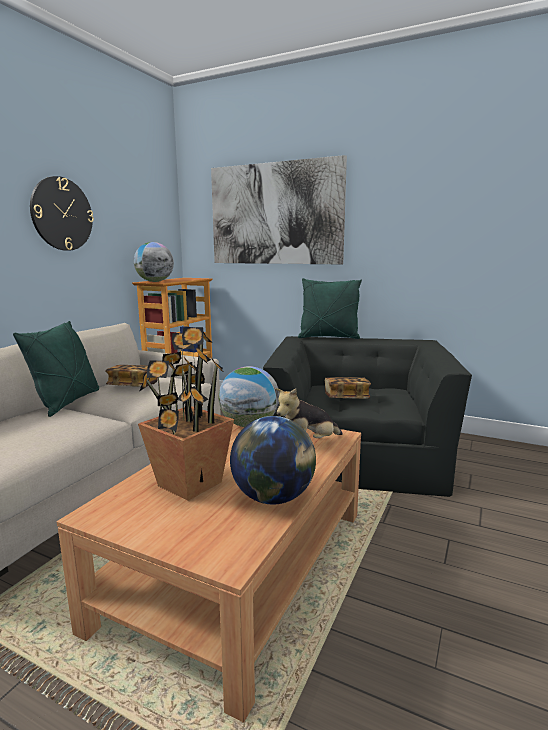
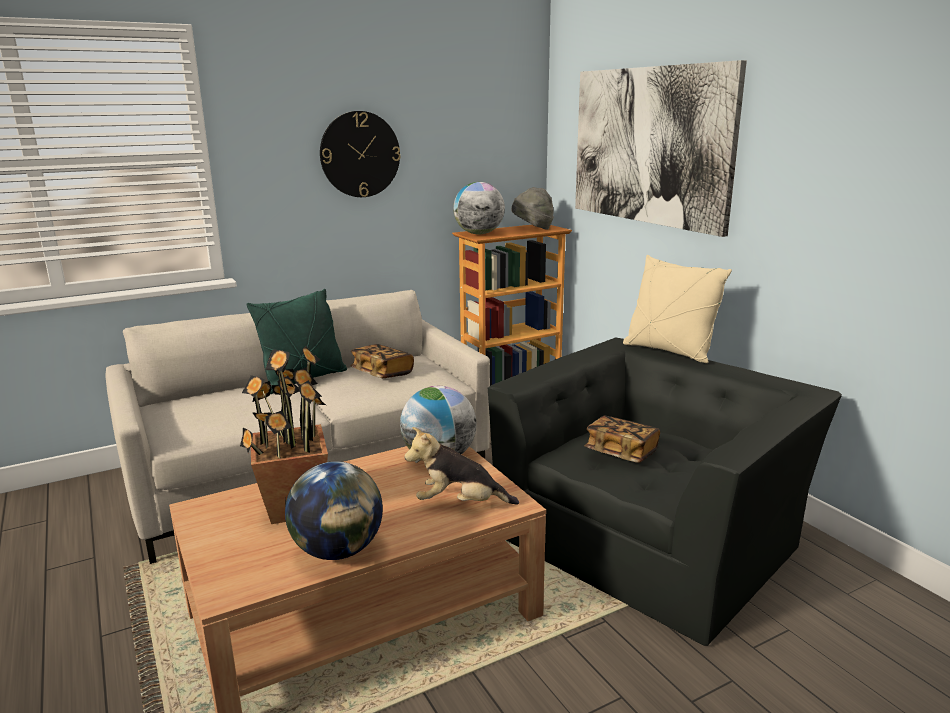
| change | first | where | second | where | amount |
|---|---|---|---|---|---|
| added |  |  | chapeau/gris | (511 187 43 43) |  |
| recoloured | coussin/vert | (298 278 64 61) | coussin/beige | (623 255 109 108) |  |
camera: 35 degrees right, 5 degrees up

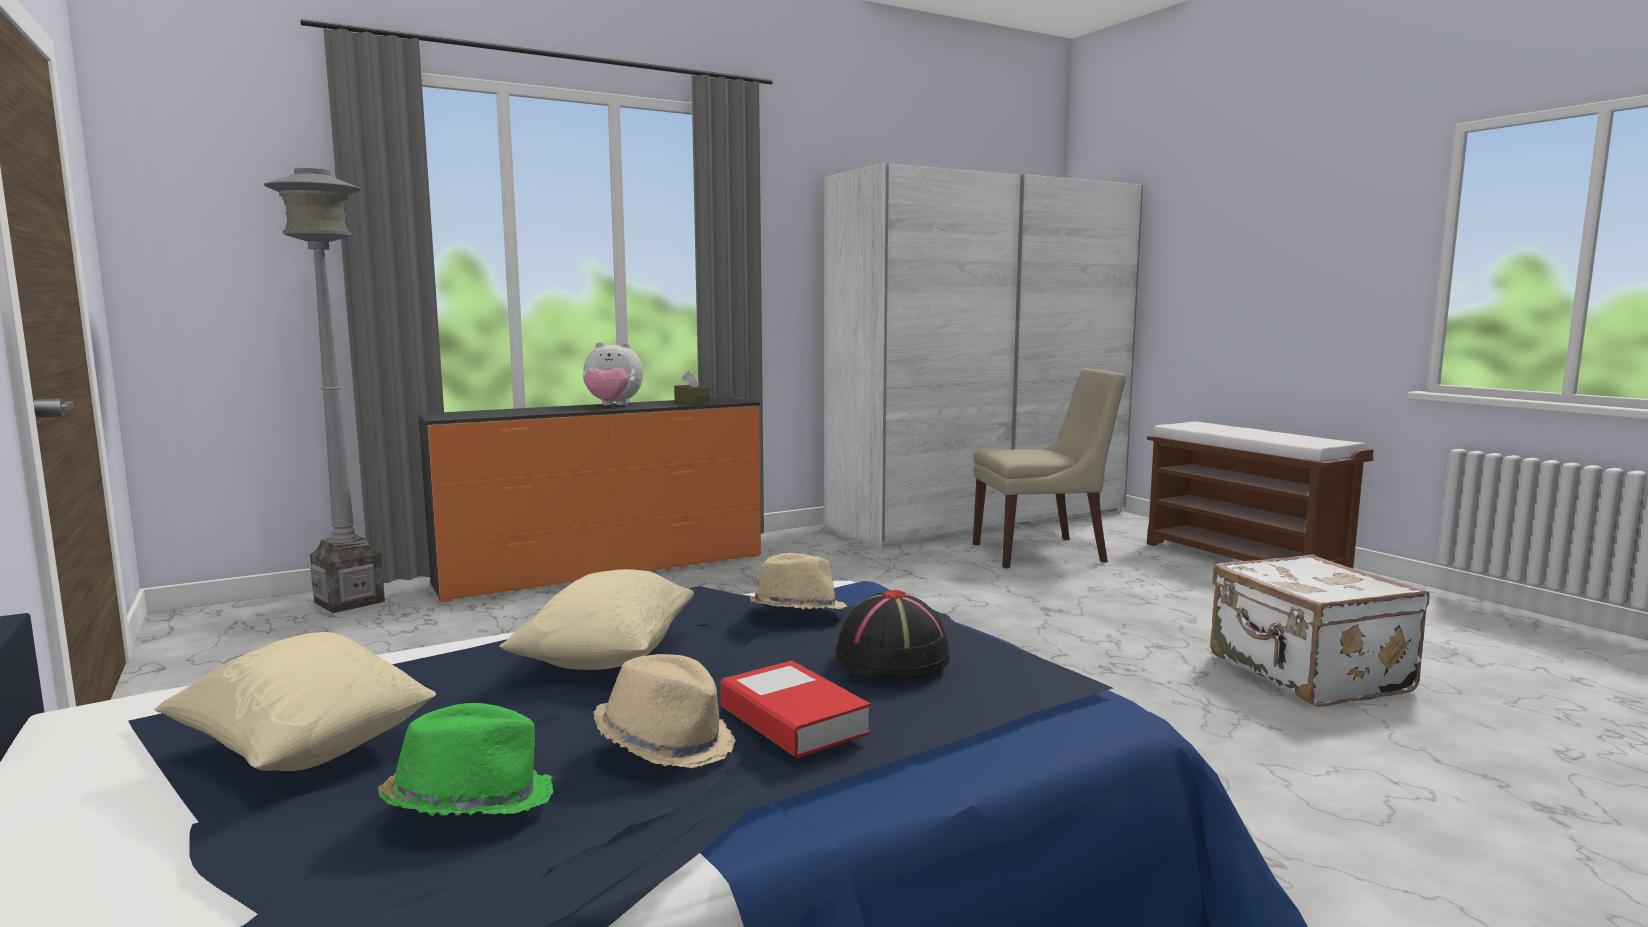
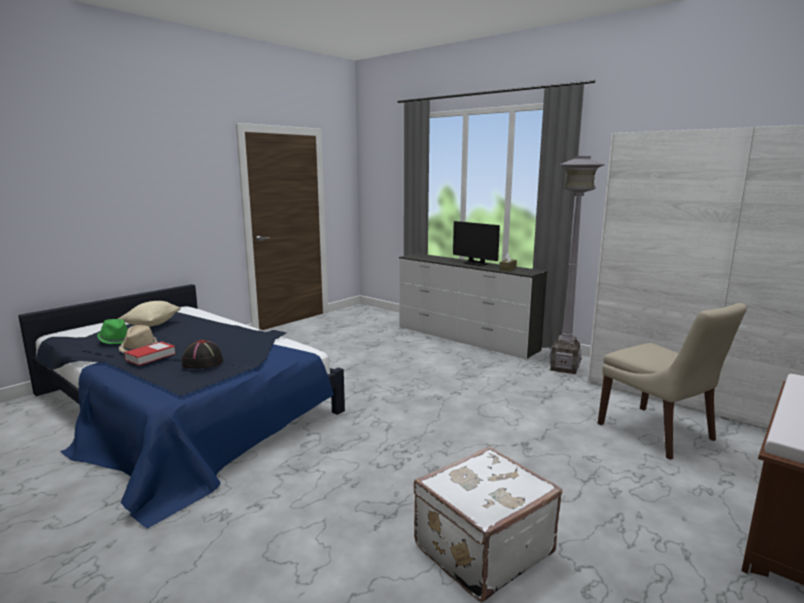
| change | first | where | second | where | amount |
|---|---|---|---|---|---|
| recoloured | commode/orange | (417 397 344 206) | commode/blanc | (399 253 149 107) |  |
| replaced | peluche | (583 342 60 64) | écran d'ordinateur | (453 221 47 45) |  |
| moved | lampadaire/gris | (264 168 121 445) |  | (549 156 56 218) |  |
| removed | coussin/beige | (499 569 195 101) |  |  |  |
| removed | chapeau/beige | (750 553 97 57) |  |  |  |
camera: 70 degrees right, 5 degrees up

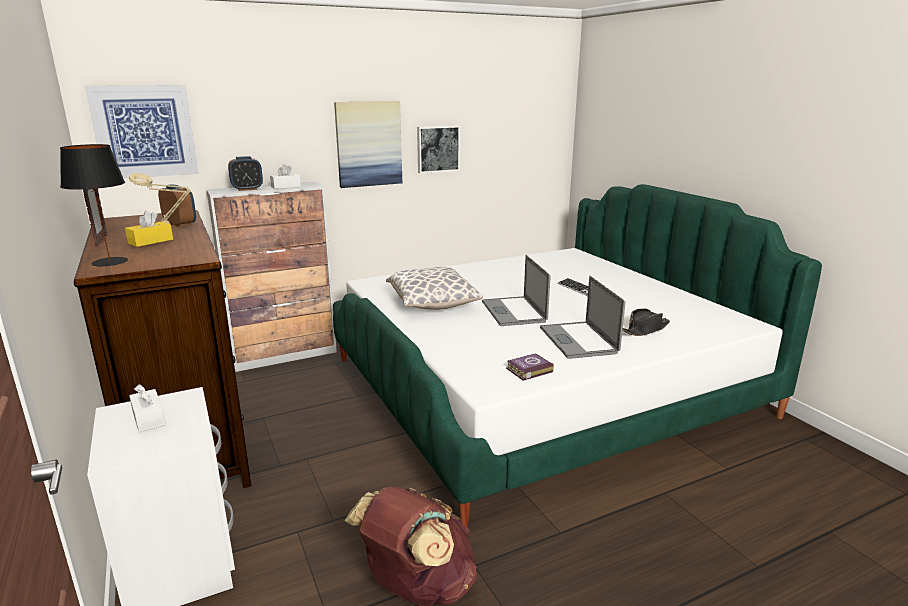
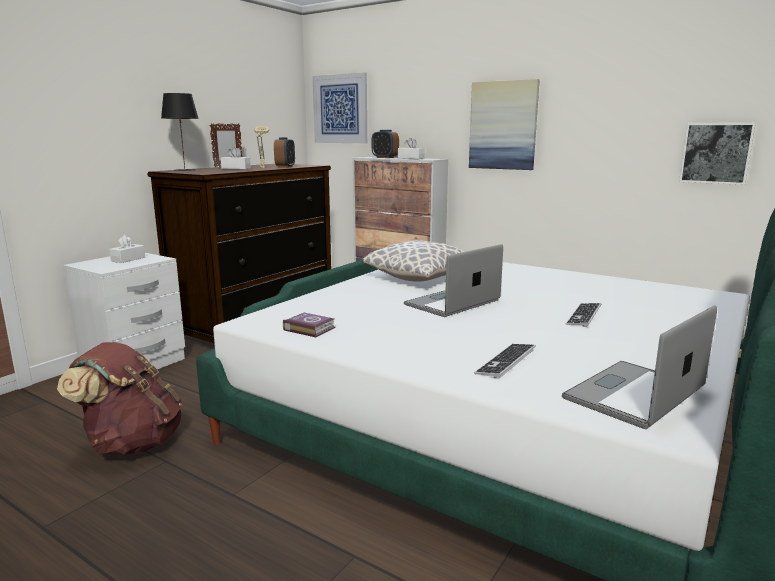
| change | first | where | second | where | amount |
|---|---|---|---|---|---|
| recoloured | boîte à mouchoirs/jaune | (125 211 48 36) | boîte à mouchoirs/blanc | (221 146 30 23) |  |
| replaced | chapeau/noir | (623 308 47 28) | clavier | (474 344 62 35) |  |
| moved | ordinateur portable | (540 276 85 83) |  | (562 305 155 124) |  |
| moved | tableau | (417 125 43 48) |  | (679 123 77 62) |  |
camera: 60 degrees right, 5 degrees down

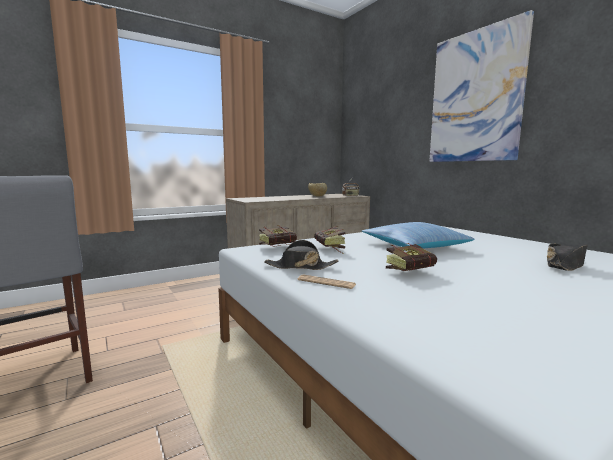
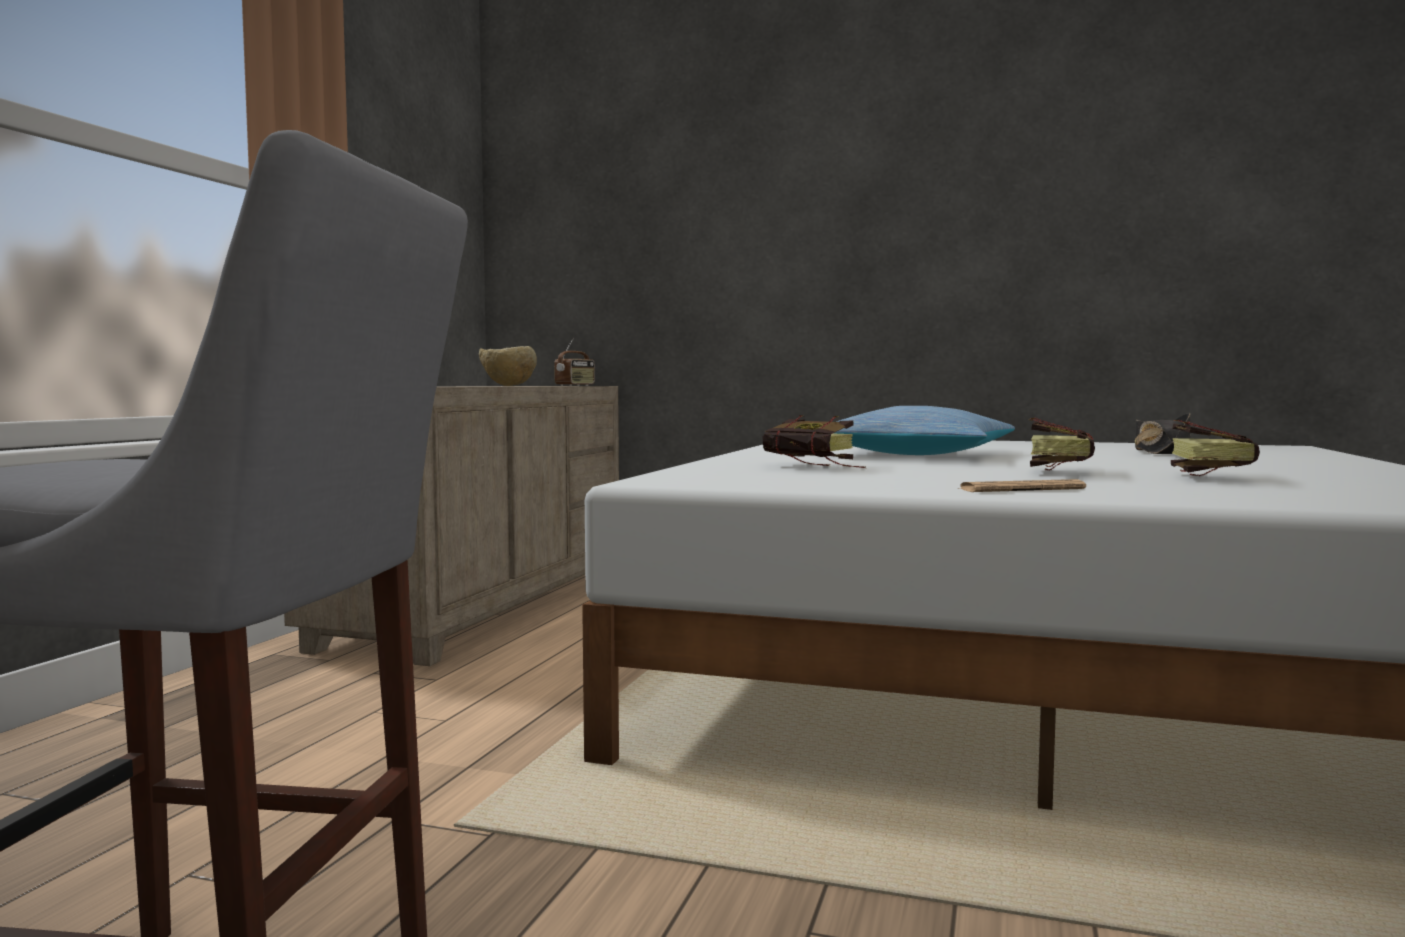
| change | first | where | second | where | amount |
|---|---|---|---|---|---|
| moved | livre | (259 225 38 21) |  | (1171 420 89 56) |  |
| removed | chapeau/noir | (264 240 74 30) |  |  |  |
| removed | tableau | (429 10 105 152) |  |  |  |
camera: 40 degrees left, 5 degrees down

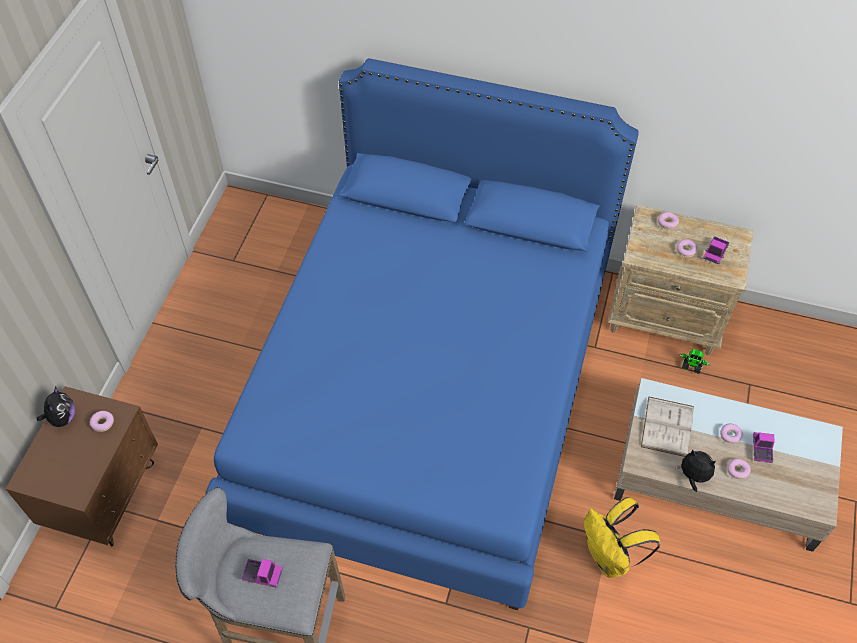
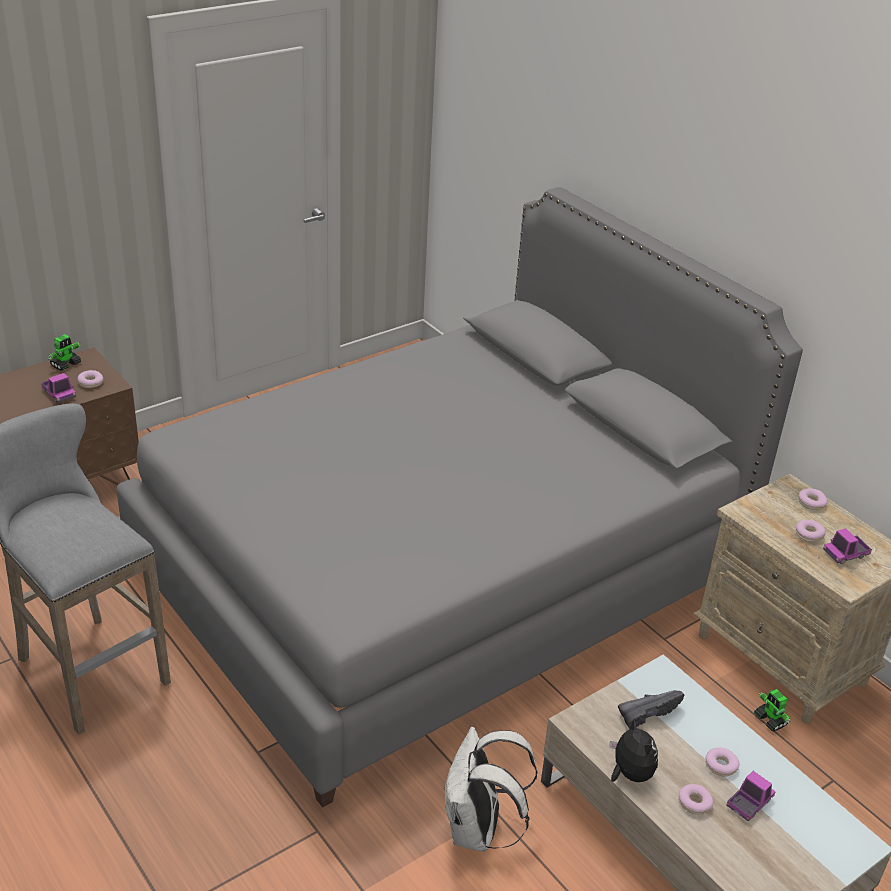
| change | first | where | second | where | amount |
|---|---|---|---|---|---|
| moved | camion jouet | (242 559 41 29) |  | (41 373 35 30) |  |
| replaced | peluche | (37 386 38 41) | robot jouet | (48 334 33 37) |  |
| recoloured | lit/bleu | (205 58 434 552) | lit/gris | (117 187 686 621) |  |
| recoloured | sac à dos/jaune | (584 497 76 81) | sac à dos/blanc | (444 727 94 124) |  |
| replaced | livre/blanc | (641 396 53 61) | chaussure/noir | (618 690 67 39) |  |
camera: 35 degrees right, 20 degrees down

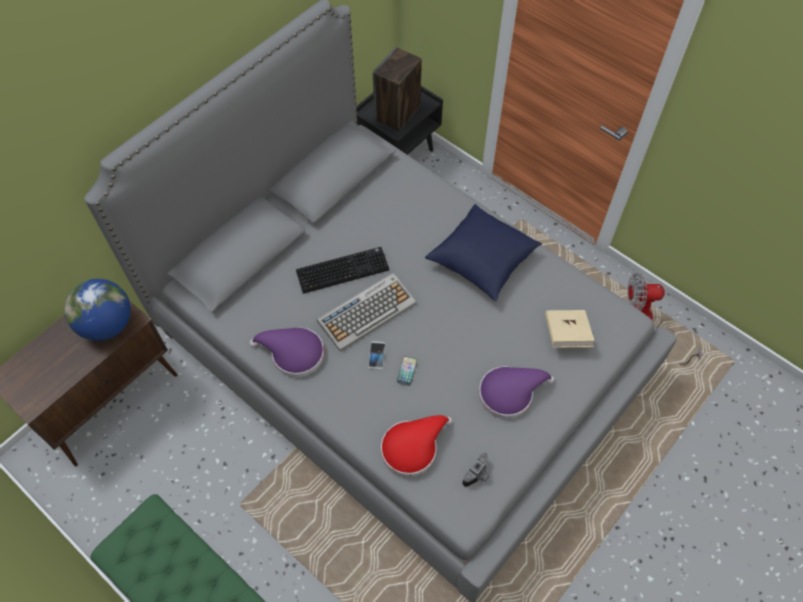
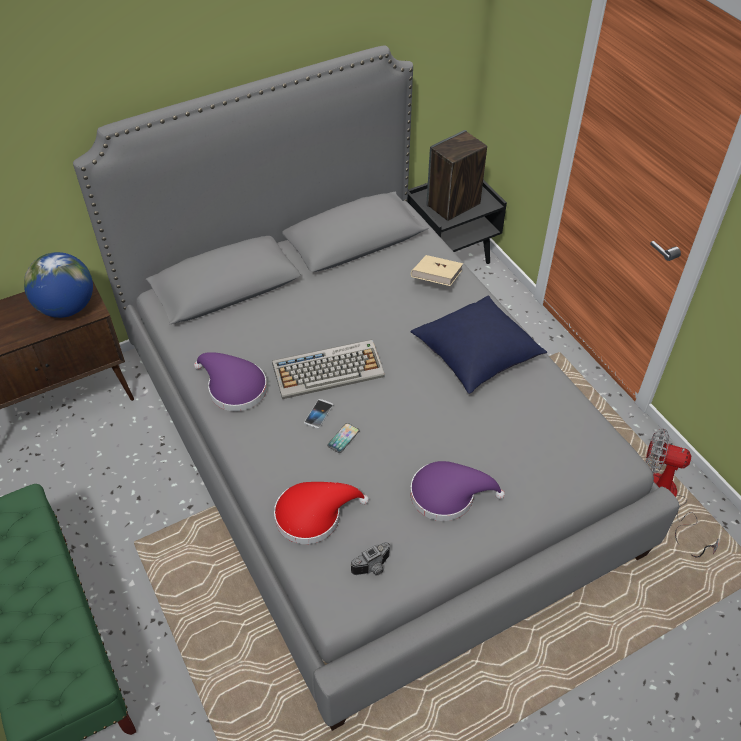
| change | first | where | second | where | amount |
|---|---|---|---|---|---|
| moved | livre/beige | (545 310 50 38) |  | (411 255 52 31) |  |
| removed | clavier | (296 247 93 47) |  |  |  |
camera: 20 degrees right, 10 degrees down

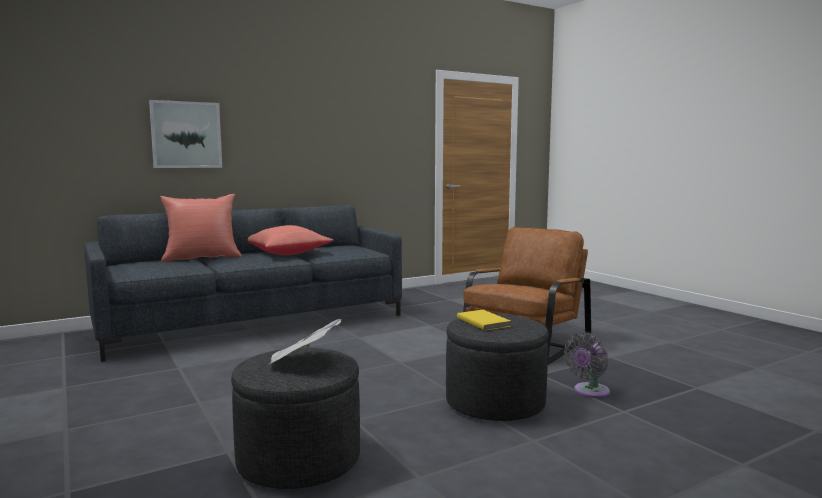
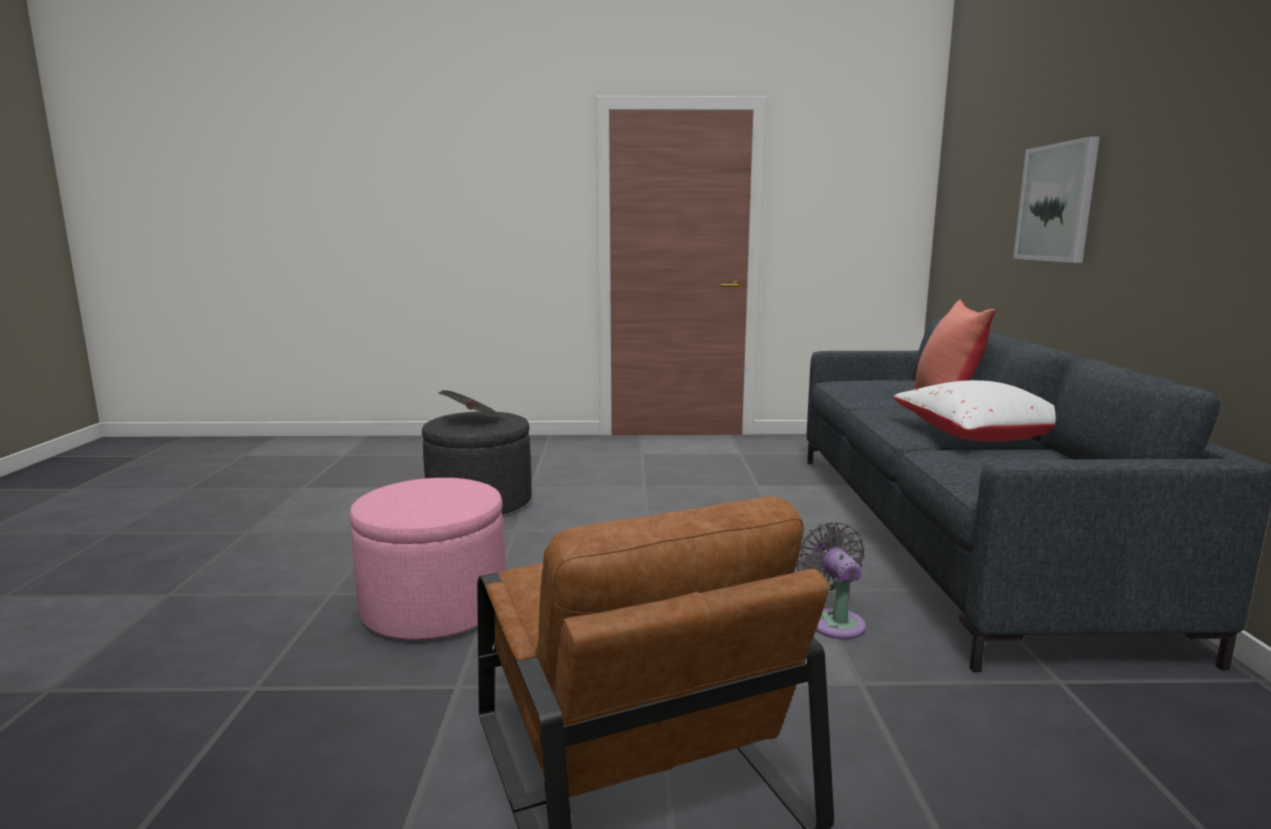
| change | first | where | second | where | amount |
|---|---|---|---|---|---|
| recoloured | pouf/gris | (446 314 102 107) | pouf/rose | (349 478 157 162) |  |
| moved | ventilateur/gris | (564 333 46 65) |  | (796 522 70 118) |  |
| recoloured | coussin/rouge | (248 225 85 30) | coussin/blanc | (893 380 163 62) |  |
| removed | livre/jaune | (457 310 54 21) |  |  |  |
camera: 120 degrees right, 5 degrees up

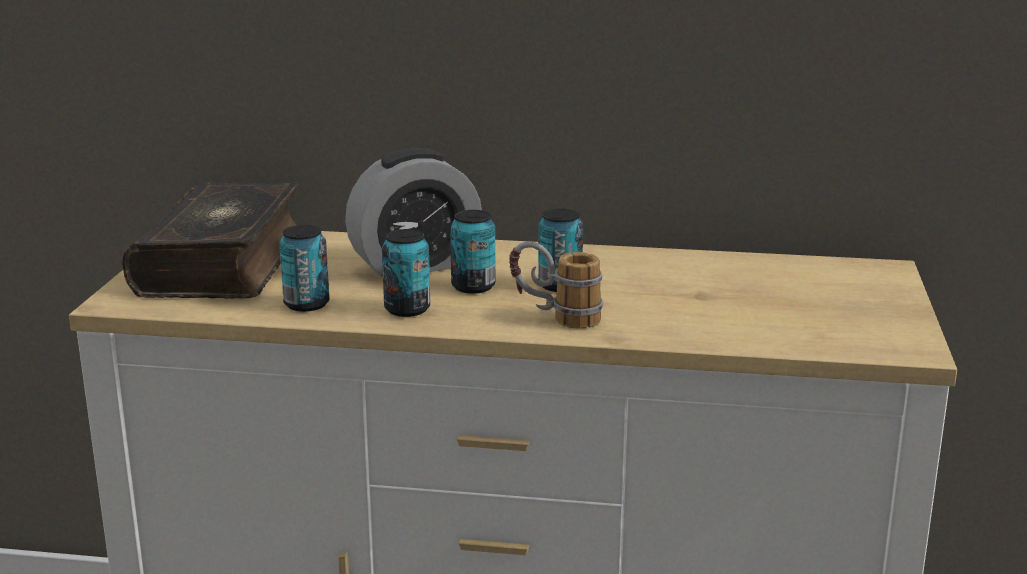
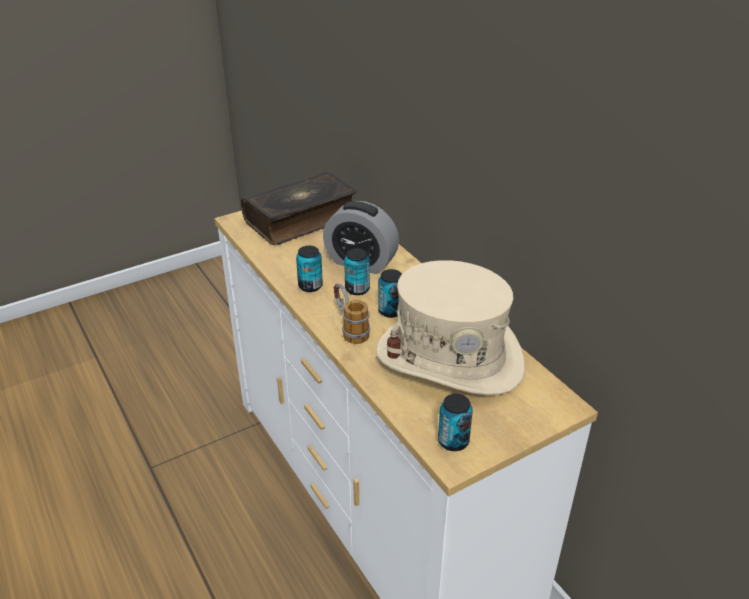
| change | first | where | second | where | amount |
|---|---|---|---|---|---|
| added |  |  | chapeau/beige | (376 260 149 135) |  |
| moved | boîte métallique | (279 225 50 87) |  | (438 394 35 57) |  |
camera: 50 degrees right, 15 degrees up

